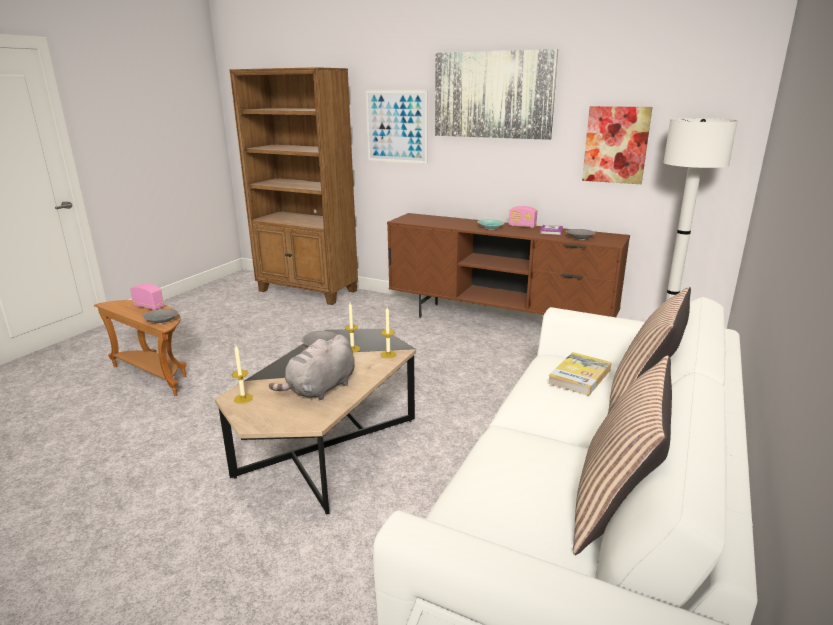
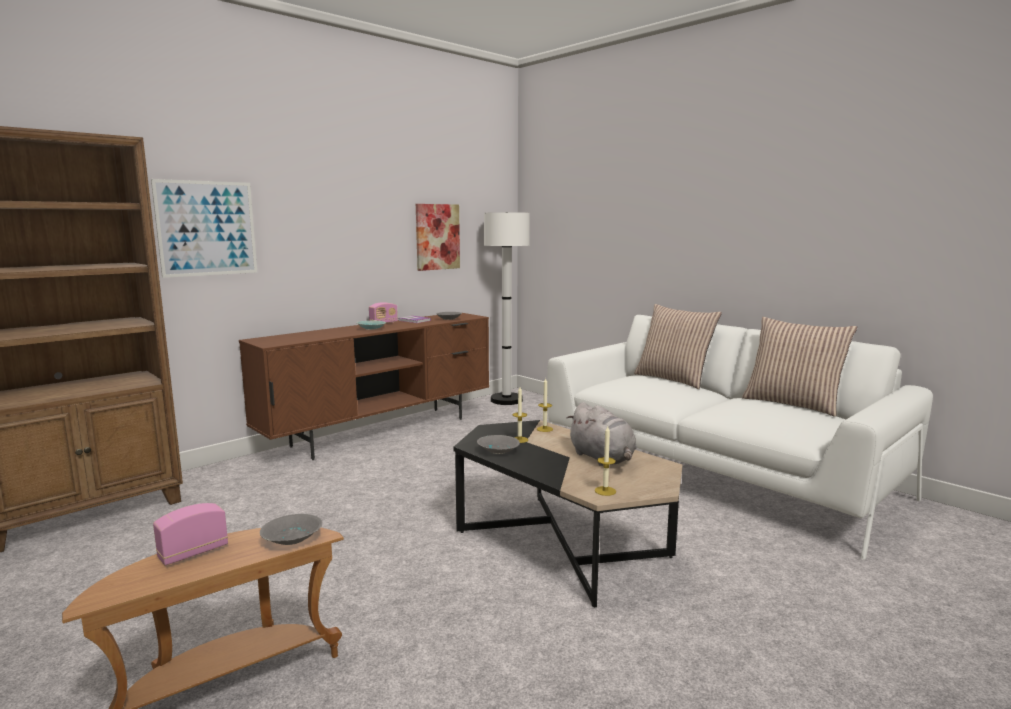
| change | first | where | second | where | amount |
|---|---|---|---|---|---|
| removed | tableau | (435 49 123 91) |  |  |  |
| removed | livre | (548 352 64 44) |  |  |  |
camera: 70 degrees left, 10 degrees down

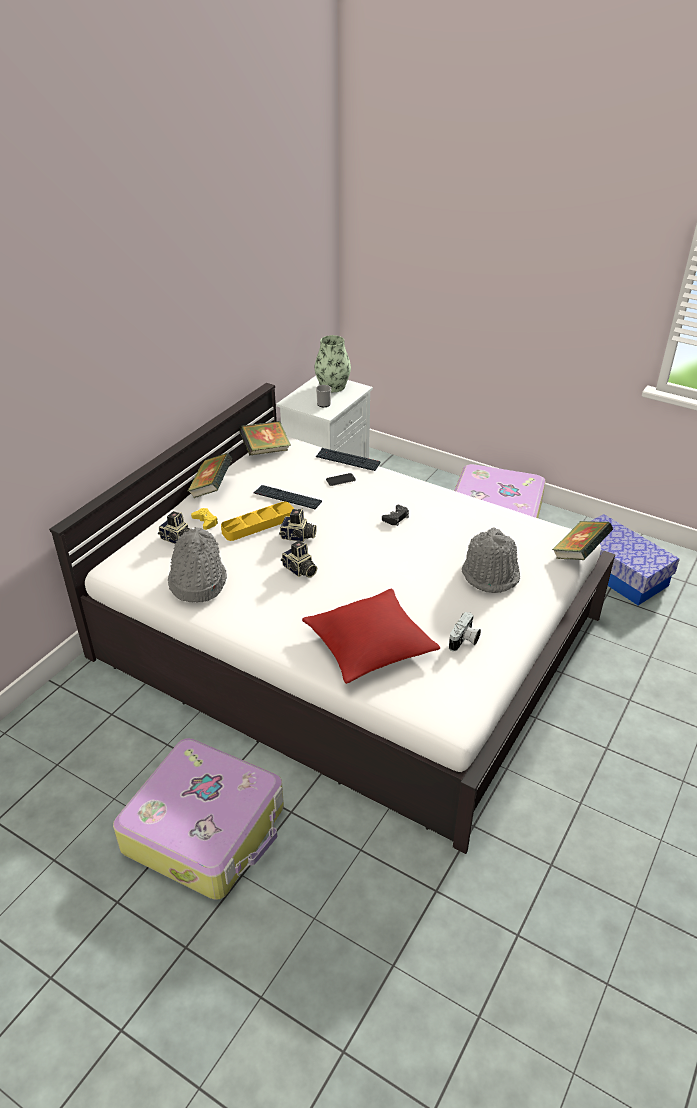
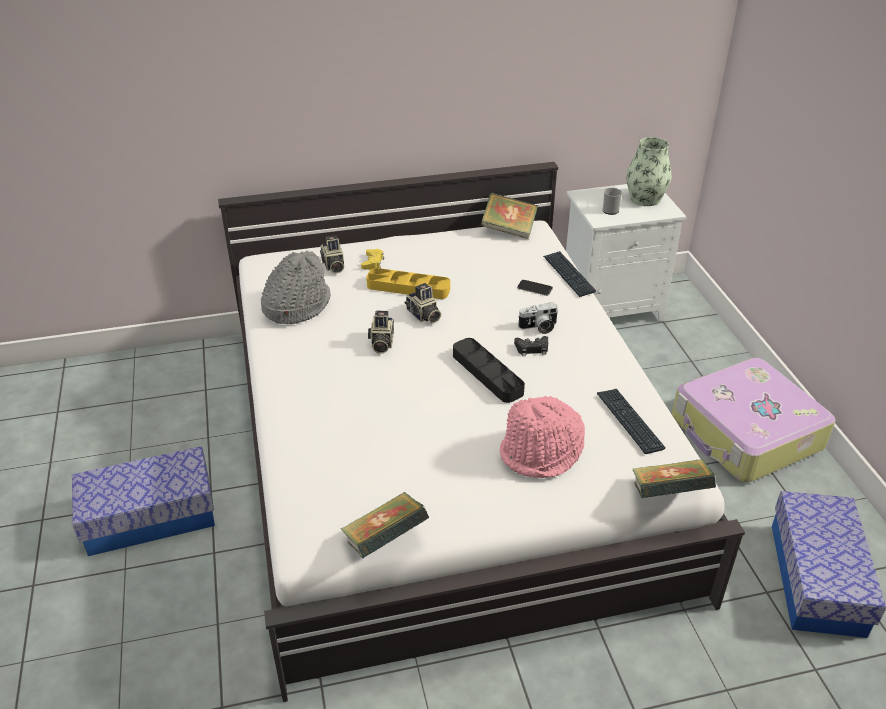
| change | first | where | second | where | amount |
|---|---|---|---|---|---|
| replaced | valise | (113 738 171 162) | boîte de rangement | (72 446 143 110) |  |
| moved | livre | (187 453 46 45) |  | (341 492 88 66) |  |
| added |  |  | plateau/noir | (453 338 72 65) |  |
| recoloured | chapeau/gris | (462 528 58 65) | chapeau/rose | (500 396 85 82) |  |
| moved | appareil photo | (449 612 32 39) |  | (518 302 40 32) |  |
| moved | clavier | (254 485 68 24) |  | (597 389 69 65) |  |
| removed | coussin/rouge | (302 588 138 96) |  |  |  |
camera: 45 degrees right, 0 degrees up

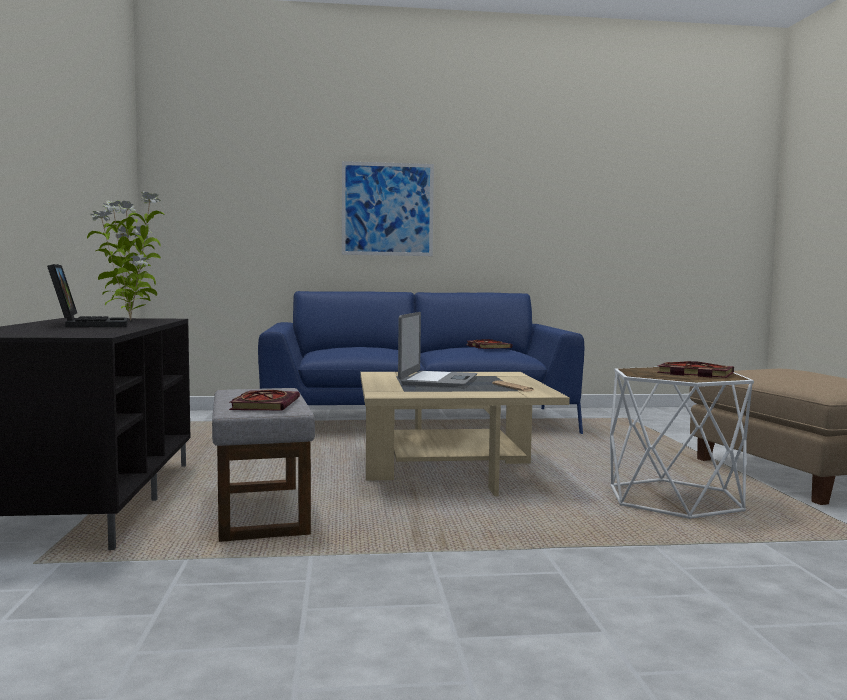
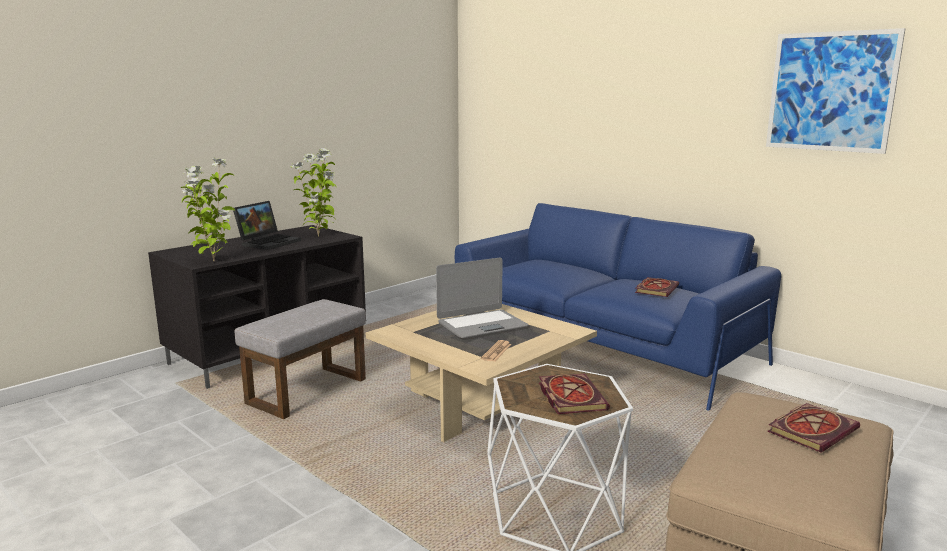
| change | first | where | second | where | amount |
|---|---|---|---|---|---|
| added |  |  | plante en pot | (181 157 54 104) |  |
| moved | tableau | (342 161 92 95) |  | (766 28 139 126) |  |
| moved | livre | (229 390 71 20) |  | (767 403 93 50) |  |
camera: 50 degrees right, 10 degrees up

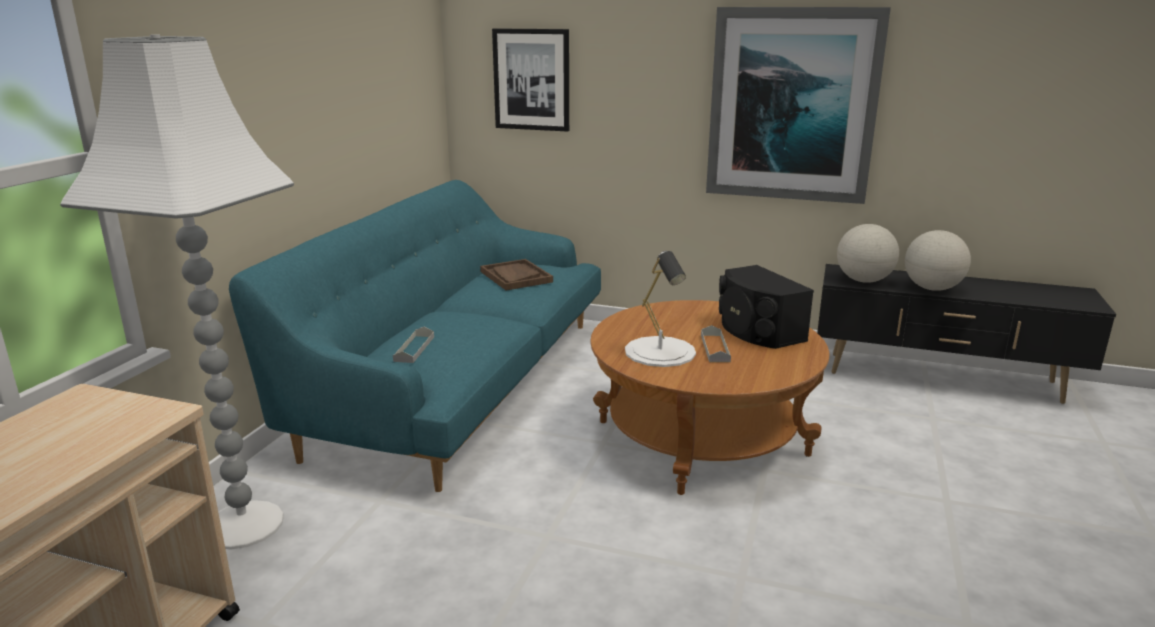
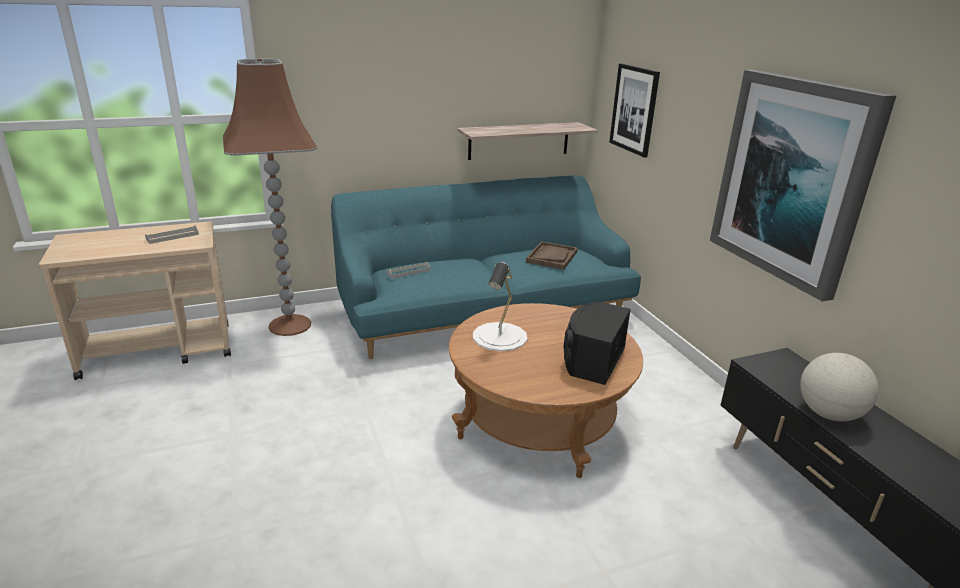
| change | first | where | second | where | amount |
|---|---|---|---|---|---|
| moved | plateau/gris | (701 325 30 37) |  | (145 225 54 19) |  |
| recoloured | lampadaire/blanc | (60 34 234 515) | lampadaire/marron | (223 59 94 277) |  |
| added |  |  | étagère | (457 122 141 38) |  |
| removed | globe | (837 224 62 59) |  |  |  |
camera: 50 degrees right, 5 degrees up

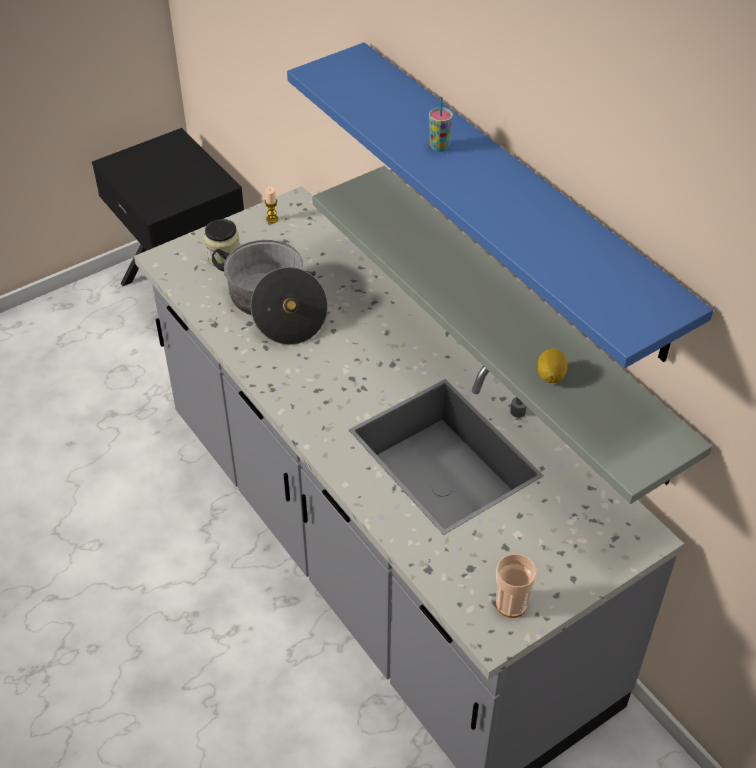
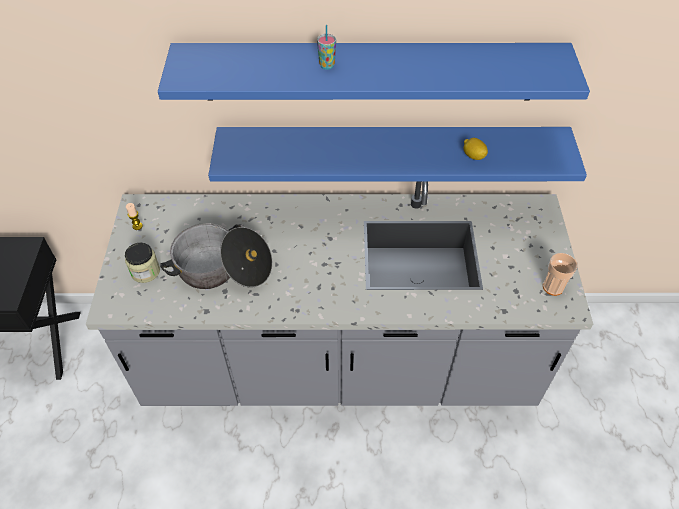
| change | first | where | second | where | amount |
|---|---|---|---|---|---|
| recoloured | étagère/gris | (312 166 400 338) | étagère/bleu | (208 127 379 55) |  |
camera: 55 degrees left, 5 degrees up

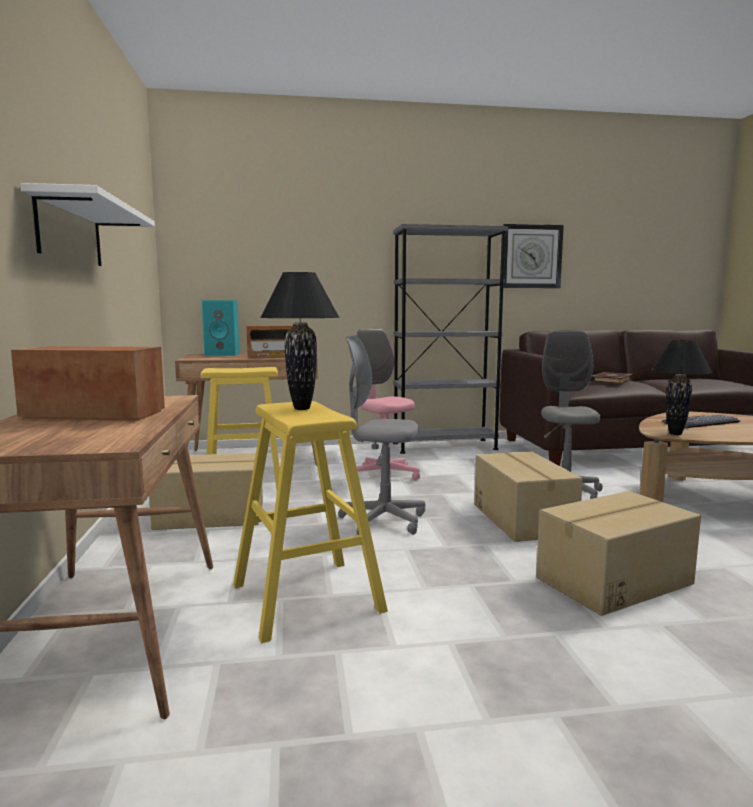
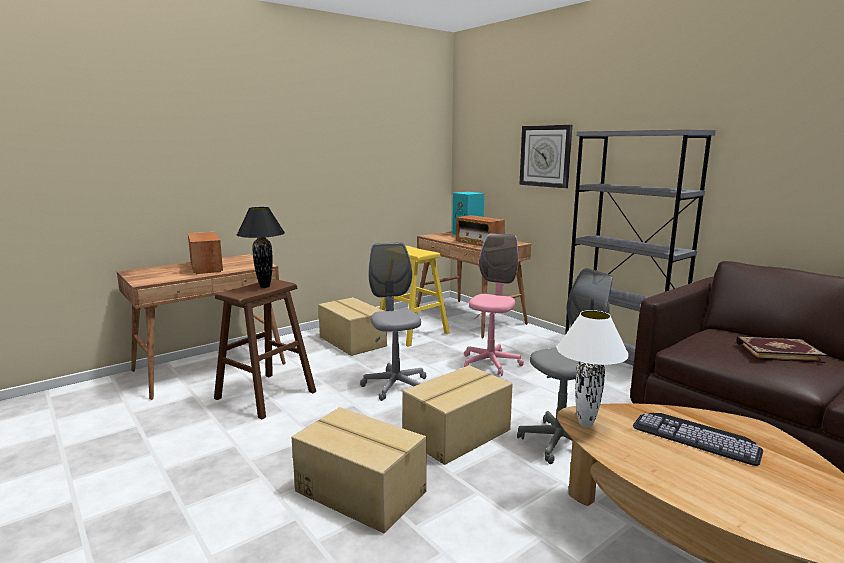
| change | first | where | second | where | amount |
|---|---|---|---|---|---|
| recoloured | tabouret/jaune | (233 401 155 242) | tabouret/marron | (214 279 102 140) |  |
| moved | horloge murale | (503 224 61 64) |  | (519 125 53 63) |  |
| recoloured | lampe de table/noir | (651 340 62 95) | lampe de table/blanc | (557 310 72 117) |  |
| removed | étagère/blanc | (20 183 135 83) |  |  |  |
camera: 60 degrees right, 5 degrees up

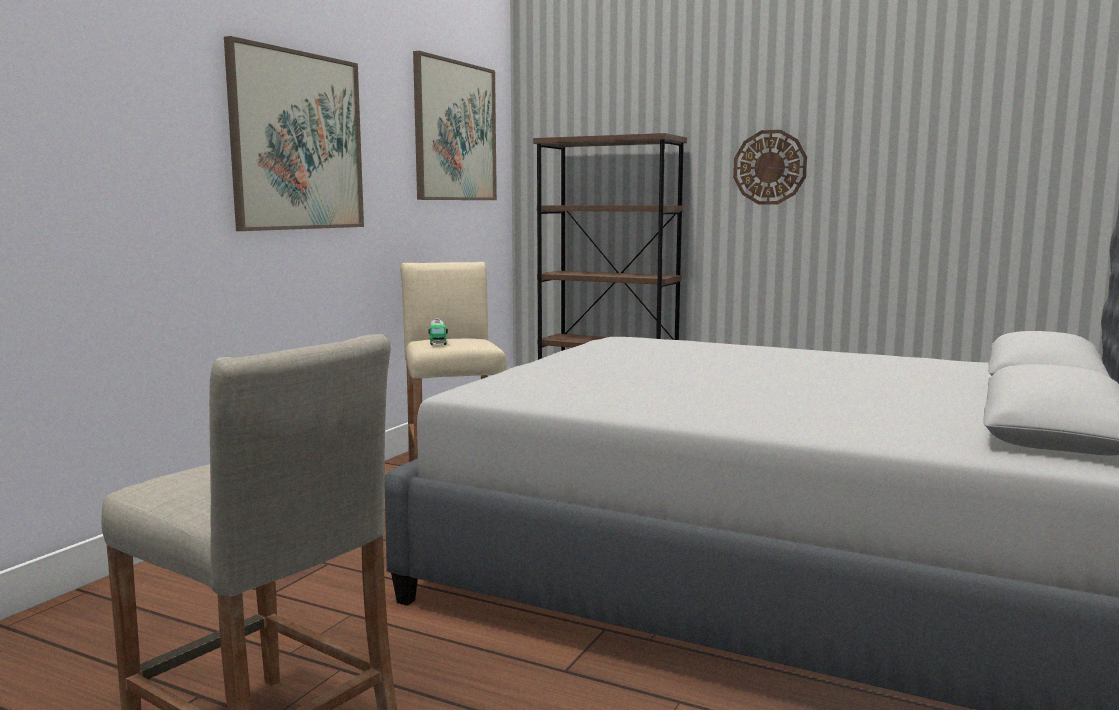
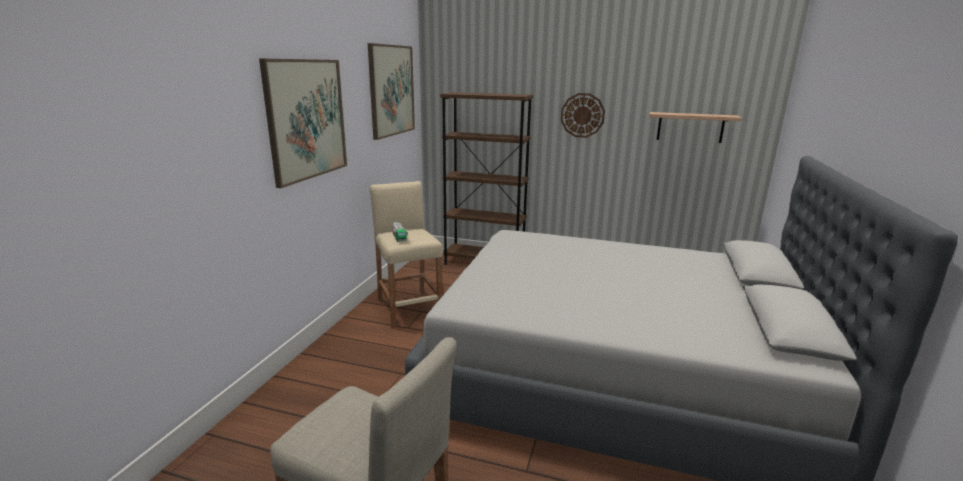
| change | first | where | second | where | amount |
|---|---|---|---|---|---|
| added |  |  | étagère | (649 112 93 31) |  |
camera: 10 degrees left, 10 degrees up

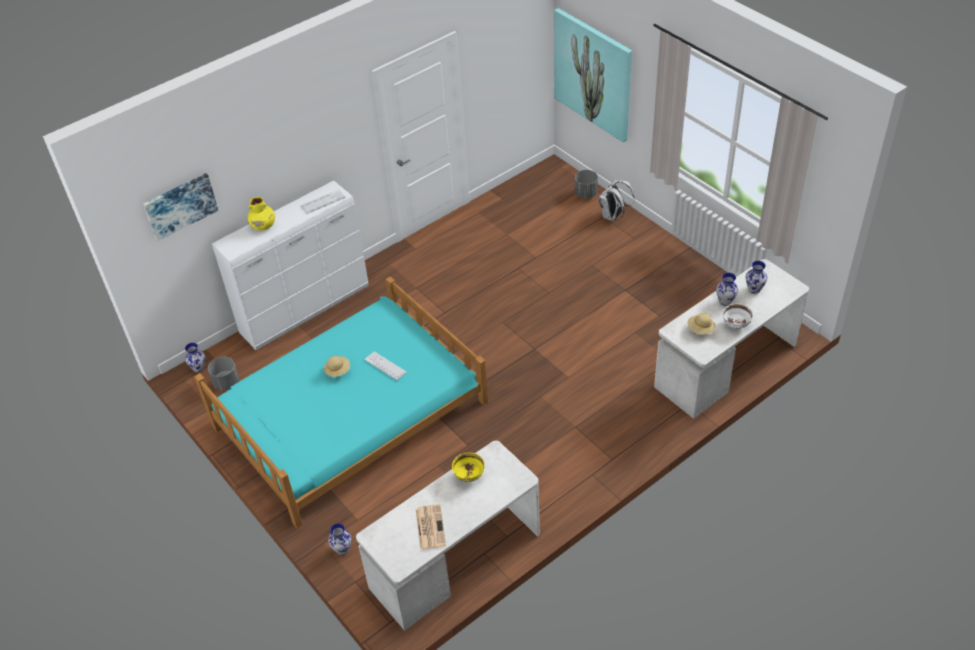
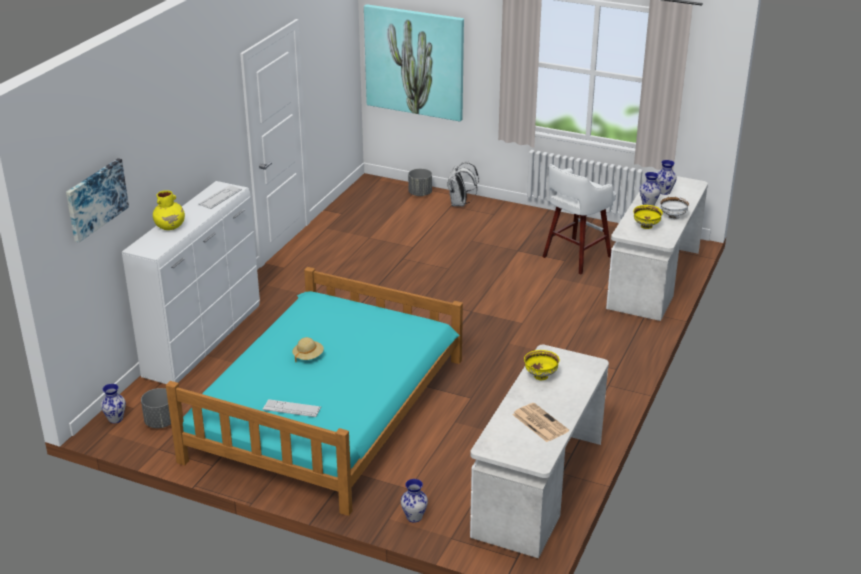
| change | first | where | second | where | amount |
|---|---|---|---|---|---|
| moved | clavier | (364 352 43 28) |  | (263 399 58 18) |  |
| added |  |  | tabouret/blanc | (542 164 74 110) |  |
| replaced | chapeau/beige | (688 313 27 22) | bol/jaune | (633 205 30 24) |  |
camera: 30 degrees left, 15 degrees down

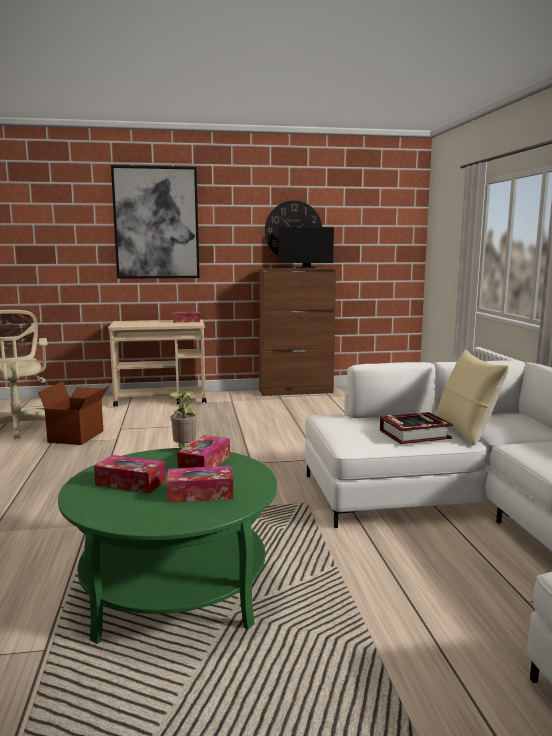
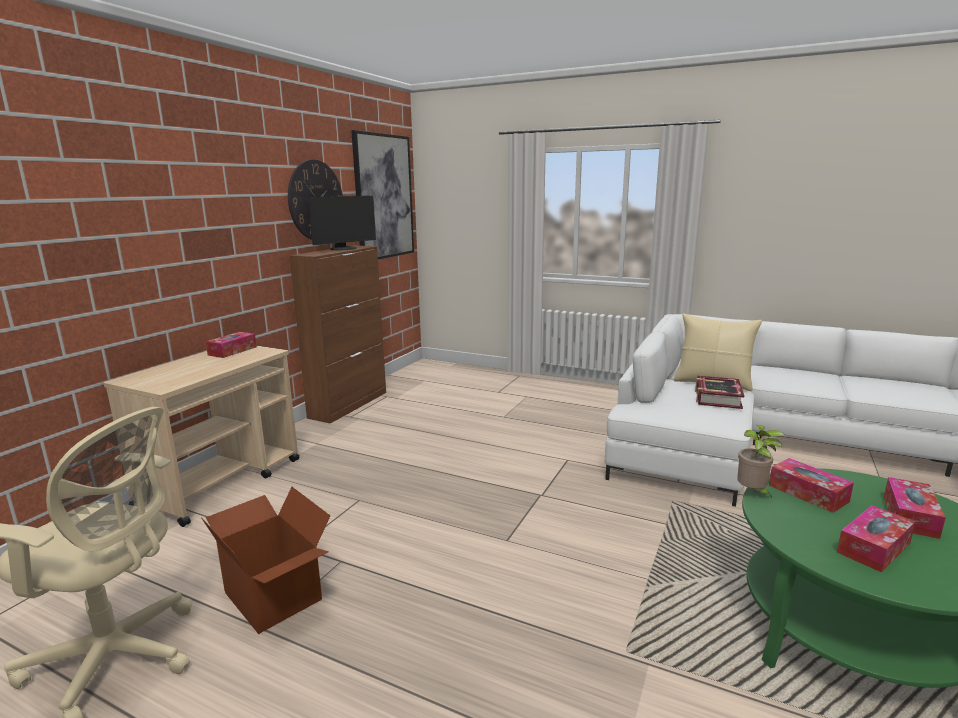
| change | first | where | second | where | amount |
|---|---|---|---|---|---|
| moved | tableau | (111 165 89 114) |  | (351 130 63 129) |  |
camera: 55 degrees left, 5 degrees up

